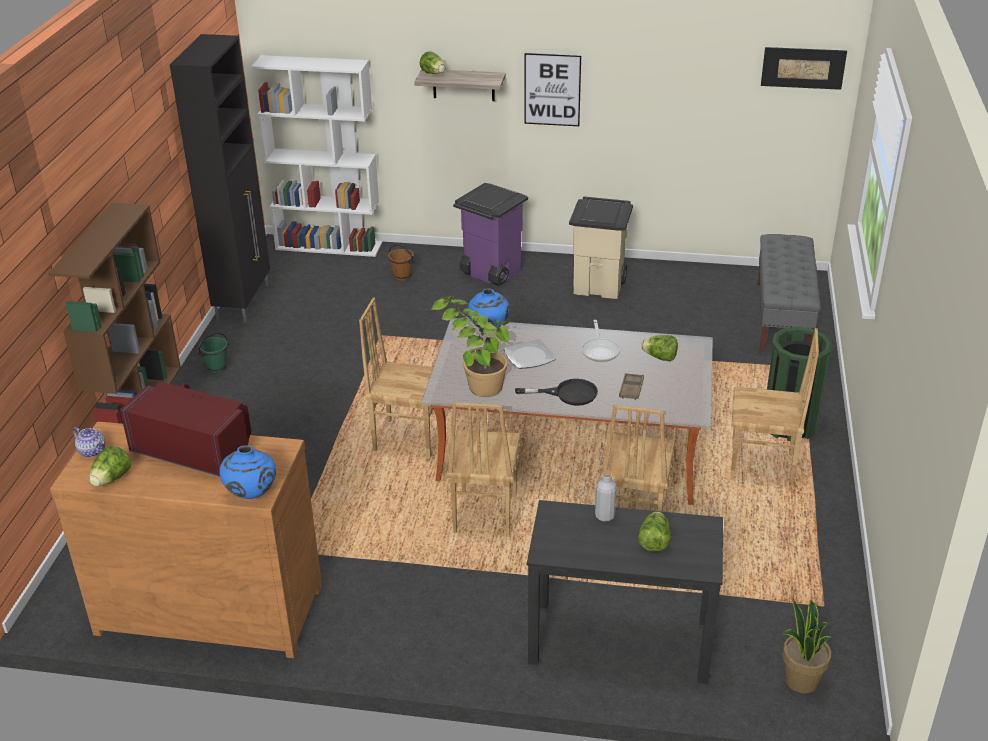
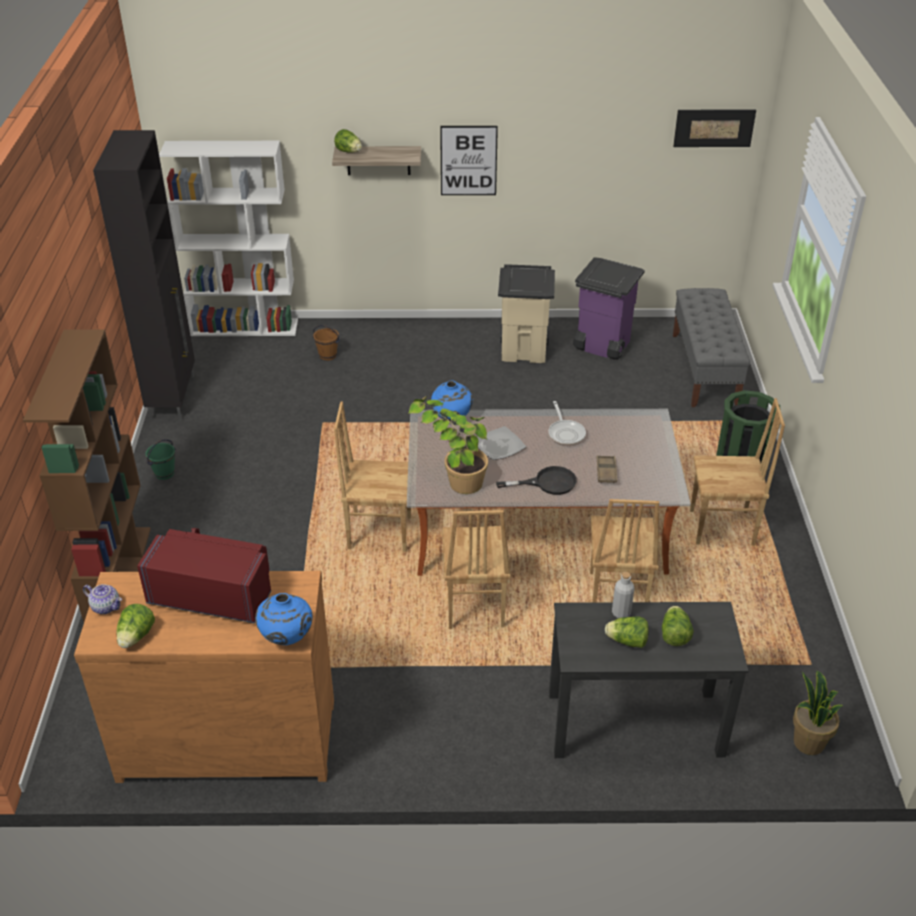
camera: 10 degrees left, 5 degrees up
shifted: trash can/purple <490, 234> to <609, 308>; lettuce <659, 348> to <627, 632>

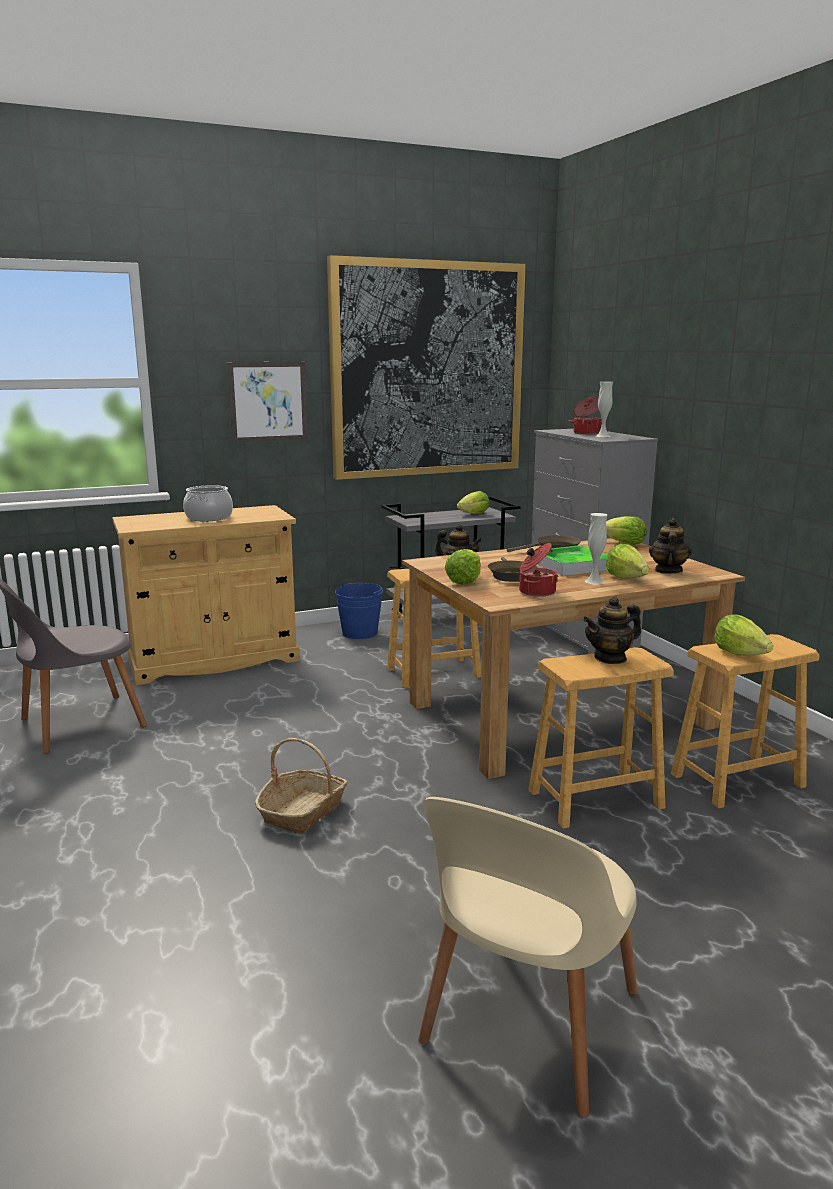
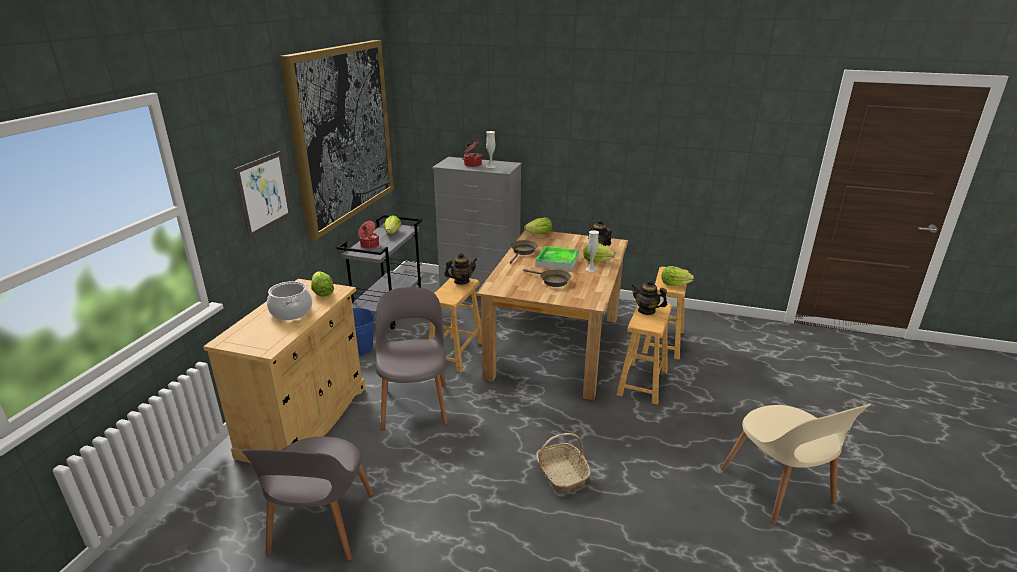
camera: 50 degrees left, 10 degrees up
new: chair/grey <412, 358>
shifted: cooking pot <538, 570> to <368, 235>; lettuce <463, 567> to <322, 284>
rotated: teapot <612, 630> = <649, 297> 105 degrees clockwise

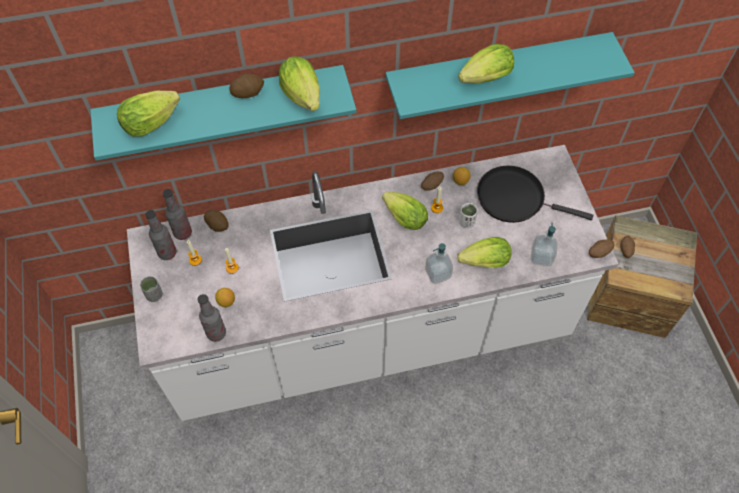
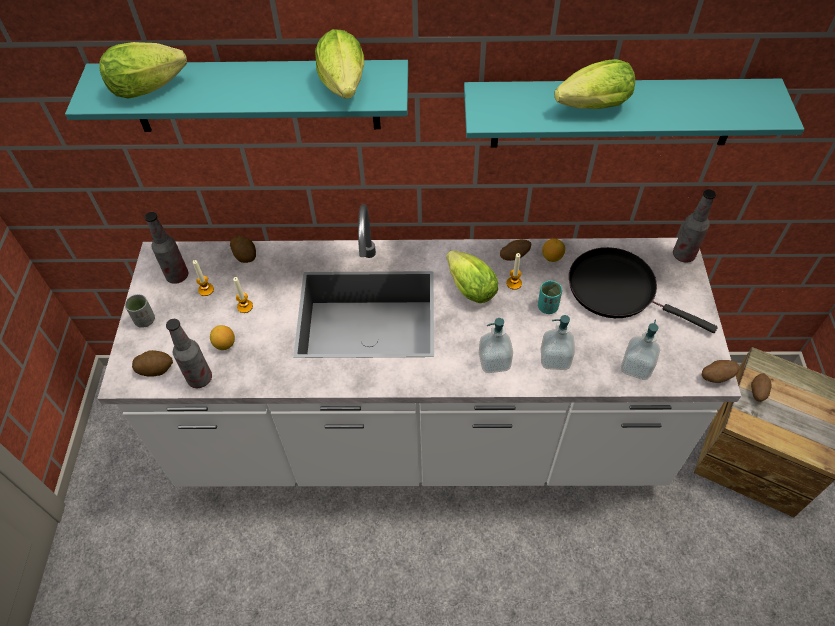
camera: 15 degrees right, 5 degrees down
shifted: potato <246, 86> to <152, 363>; bottle <177, 214> to <694, 226>
swapped: lettuce <484, 252> to soap dispenser <558, 342>
repainted: cup/white <468, 215> to cup/turquoise <550, 297>

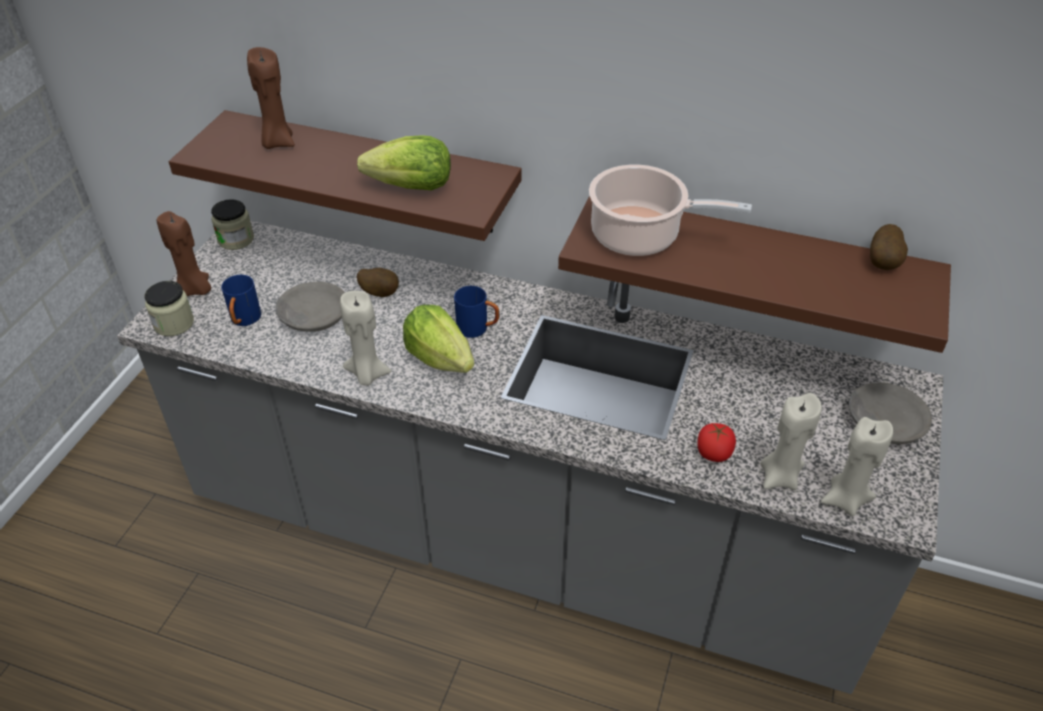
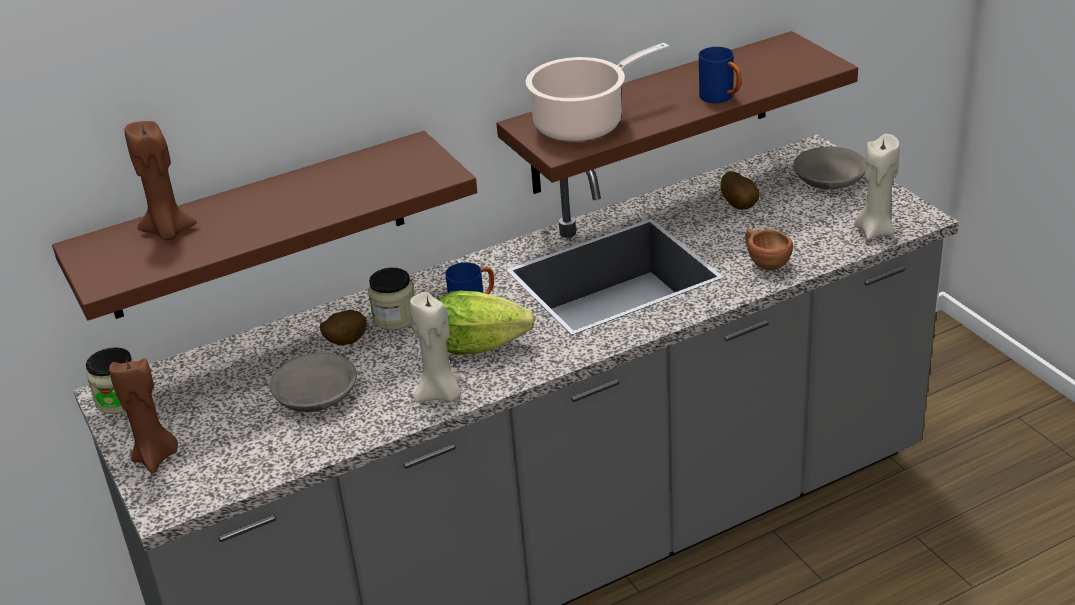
camera: 45 degrees left, 10 degrees down
gone: lettuce <404, 162>; candle/beige <791, 441>
shifted: potato <889, 247> to <740, 190>; mug/blue <241, 300> to <720, 75>; jar <169, 308> to <391, 299>
swapped: tomato <717, 442> to cup/brown <769, 249>

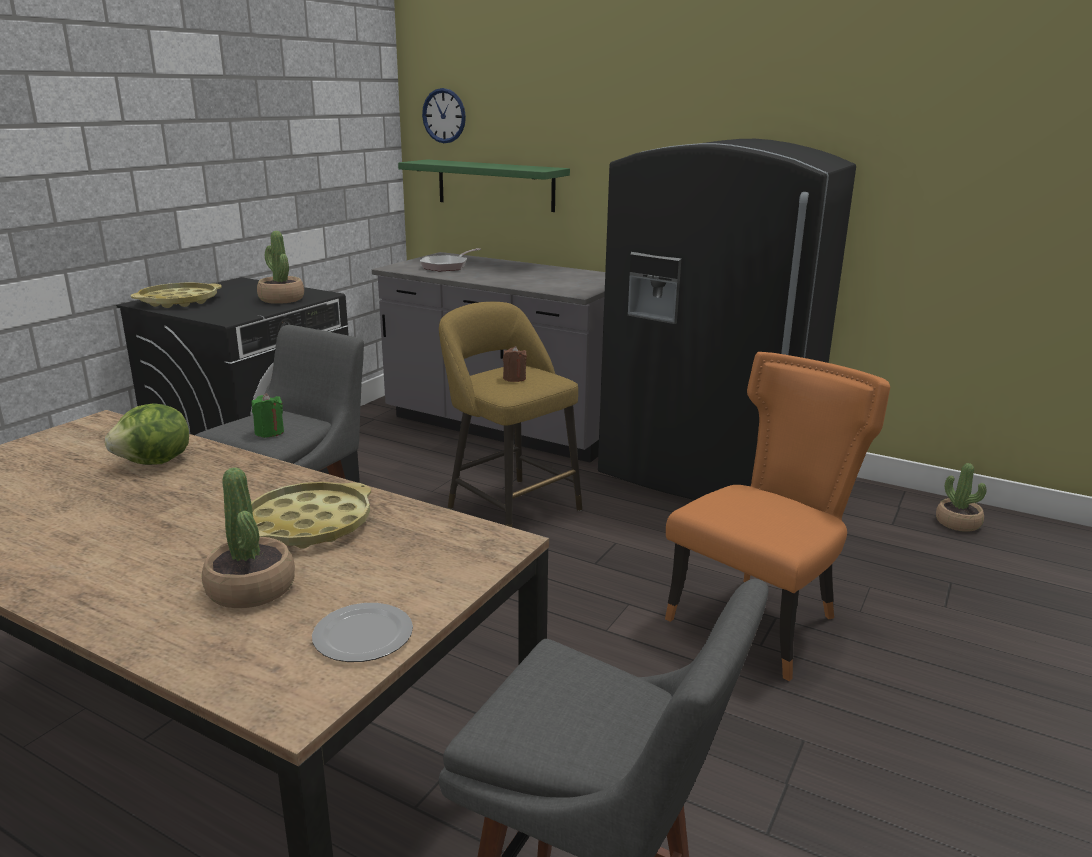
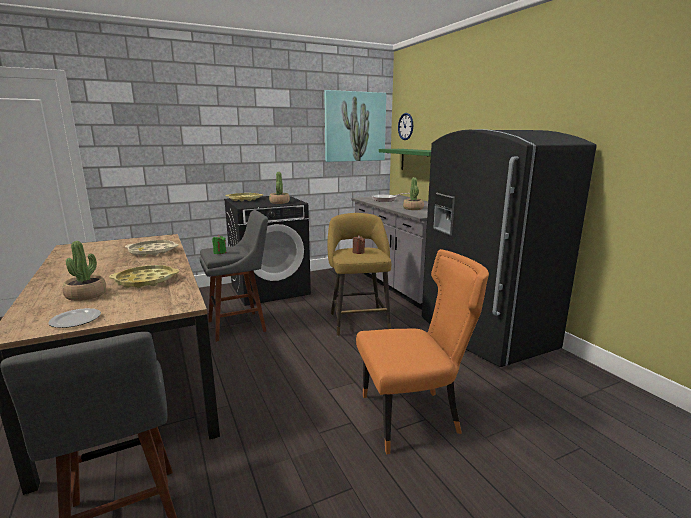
camera: 35 degrees right, 5 degrees down
new: picture <355, 126>
shifted: potted plant <961, 497> to <413, 193>
swapped: lettuce <147, 434> to tray/beige <151, 248>

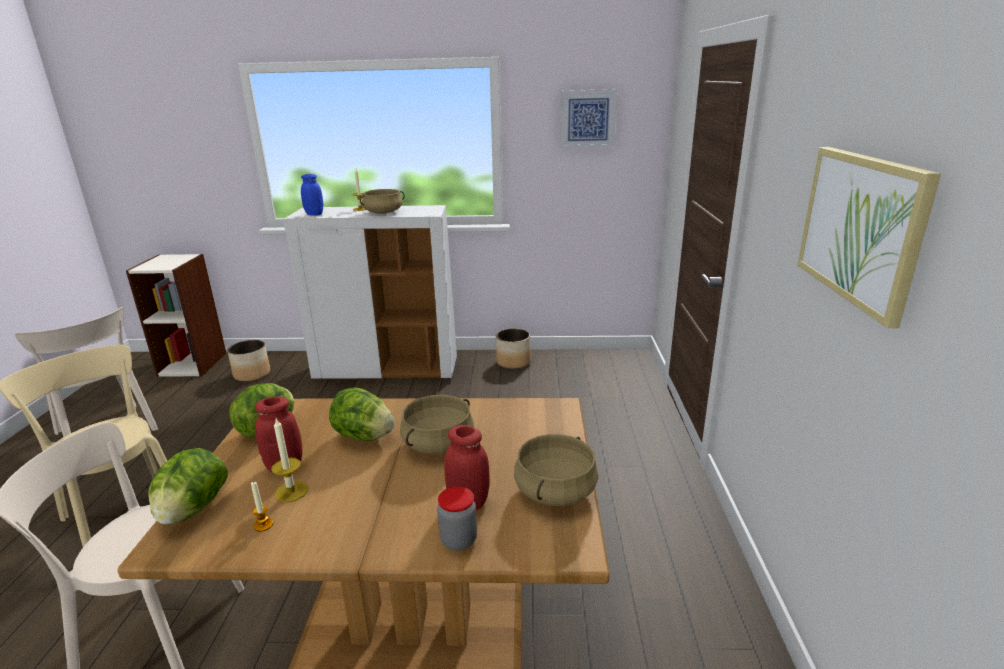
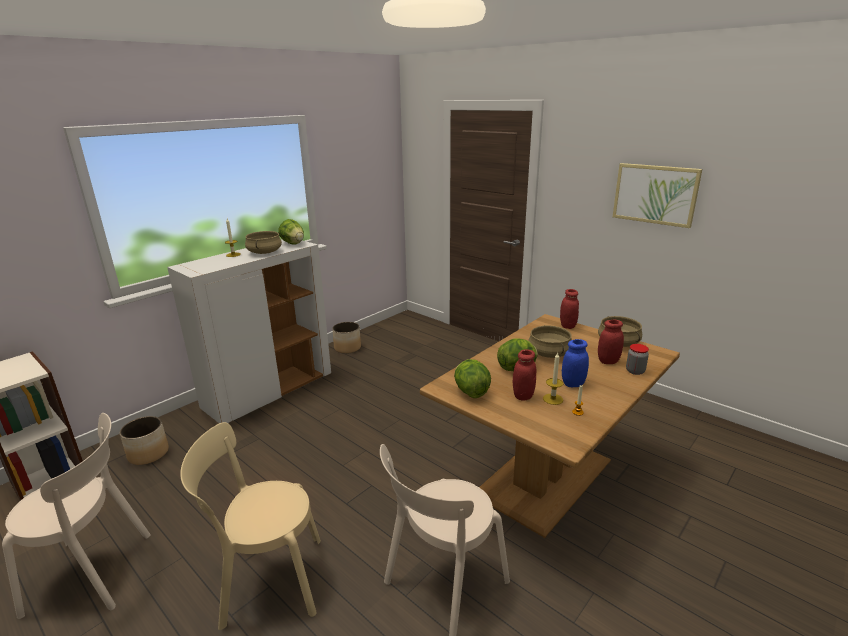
camera: 50 degrees left, 0 degrees up
gone: picture <588, 119>
new: jar/red <569, 309>
shifted: jar/blue <312, 195> to <575, 363>; lettuce <188, 486> to <291, 232>

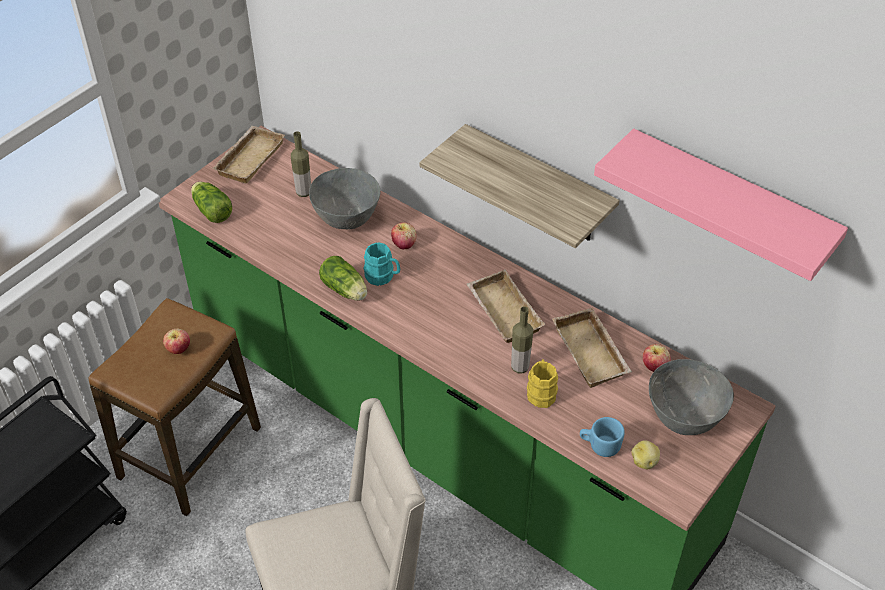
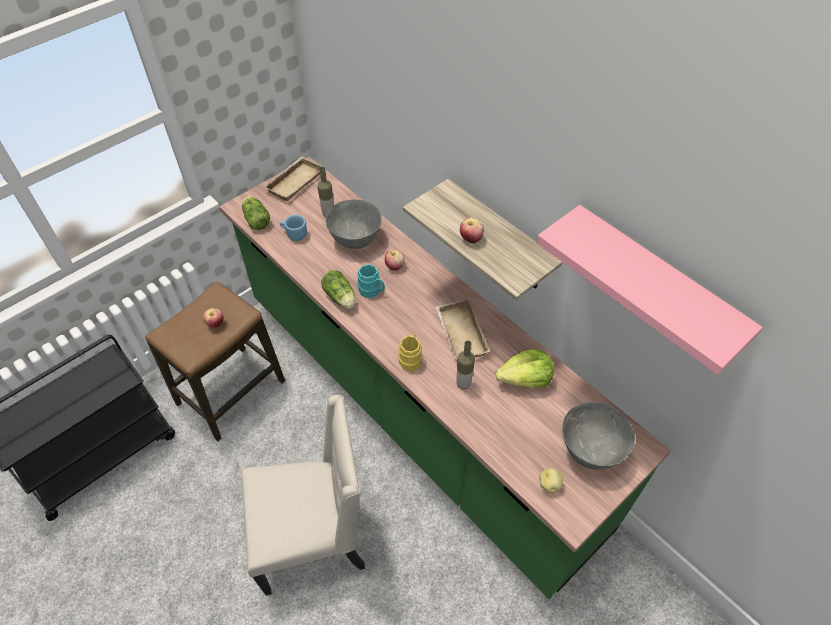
camera: 10 degrees right, 5 degrees up
shifted: apple <657, 358> to <472, 230>; mug/yellow <542, 383> to <410, 353>; mug/blue <602, 437> to <293, 228>
swapped: tray/beige <592, 347> to lettuce <525, 368>

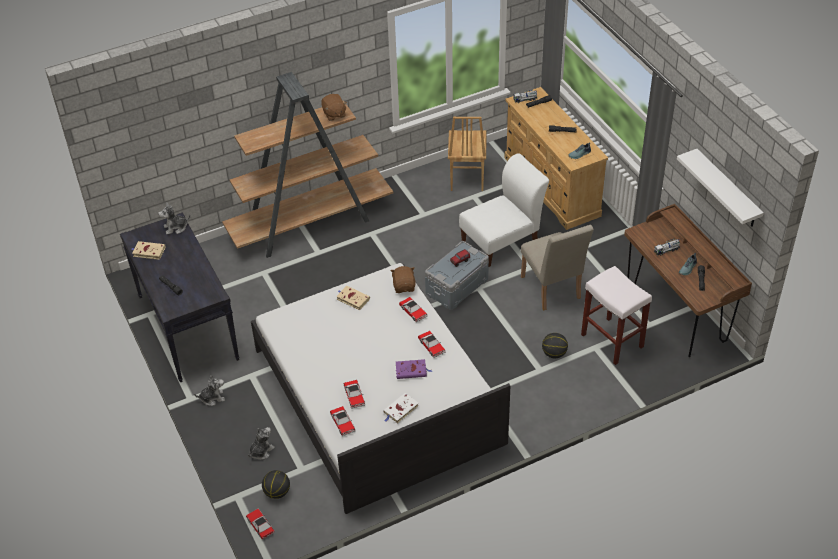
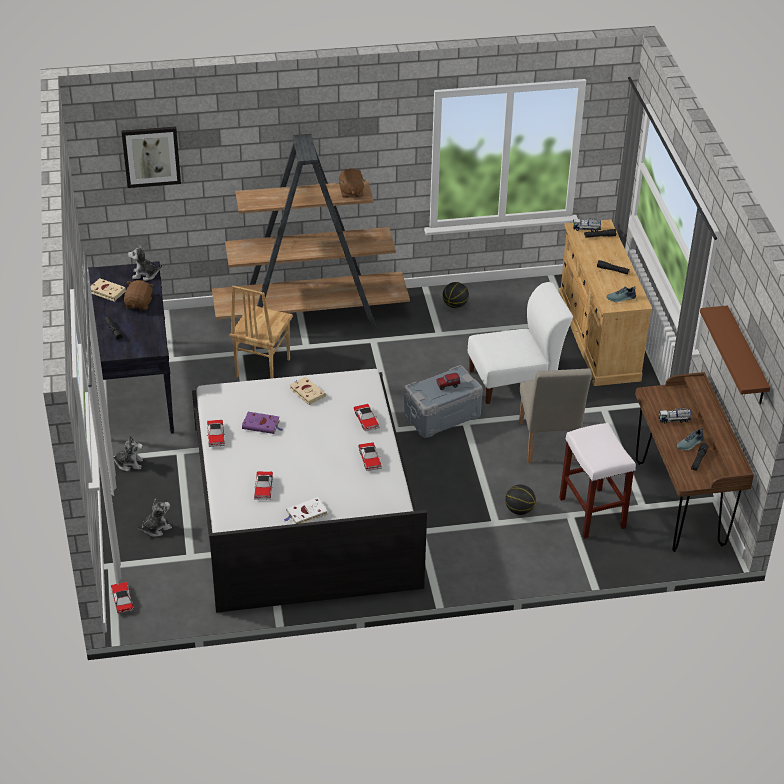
camera: 15 degrees right, 5 degrees down
new: picture <151, 157>
shifted: chair/brown <467, 154> to <261, 332>; plush toy/brown <403, 279> to <138, 295>; book/purple <414, 369> to <262, 423>; toy car <343, 421> to <216, 433>; basketball <276, 484> to <456, 295>
repainted: shelf/white <720, 188> to shelf/brown <735, 354>

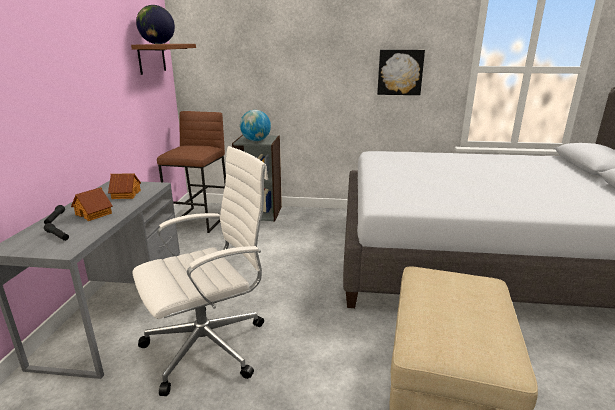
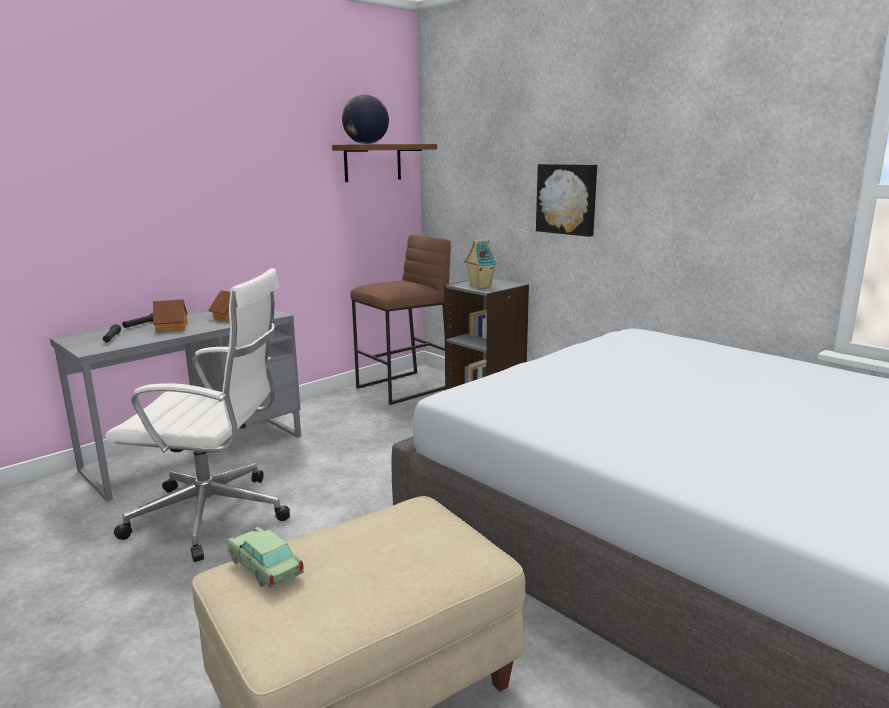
camera: 40 degrees right, 5 degrees down
new: toy car <265, 557>
shifted: picture <401, 72> to <566, 200>
swapped: globe <255, 125> to toy house <481, 263>

